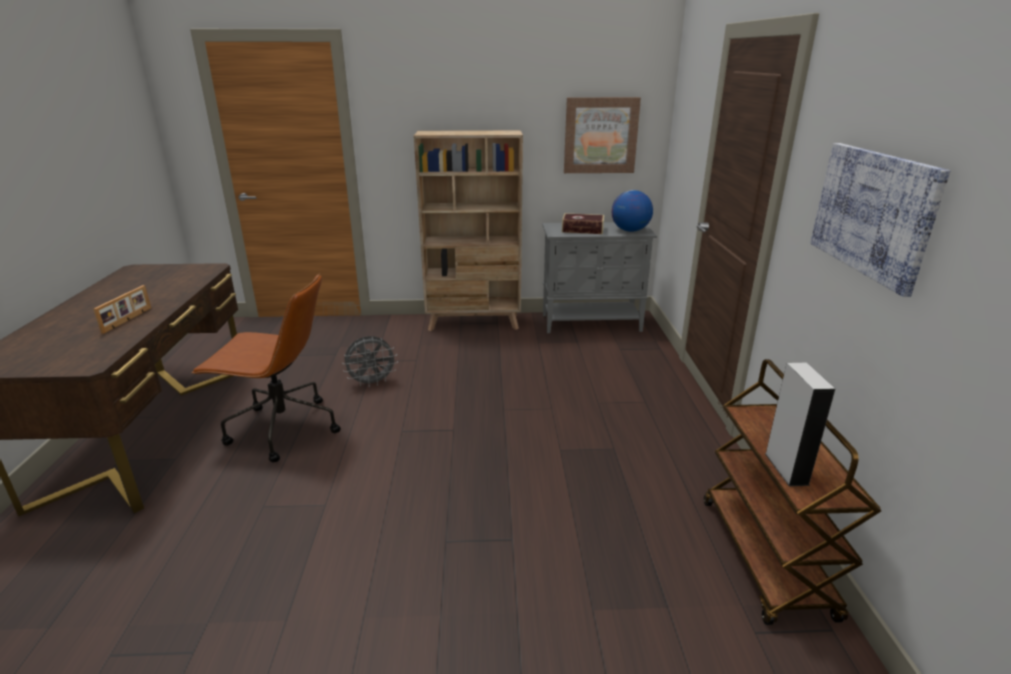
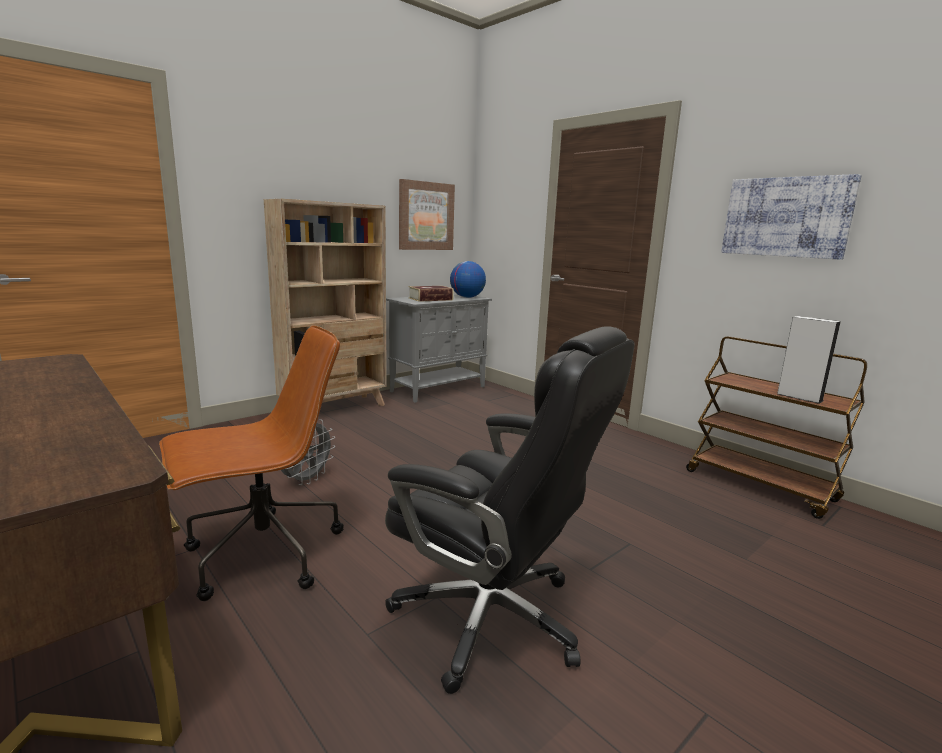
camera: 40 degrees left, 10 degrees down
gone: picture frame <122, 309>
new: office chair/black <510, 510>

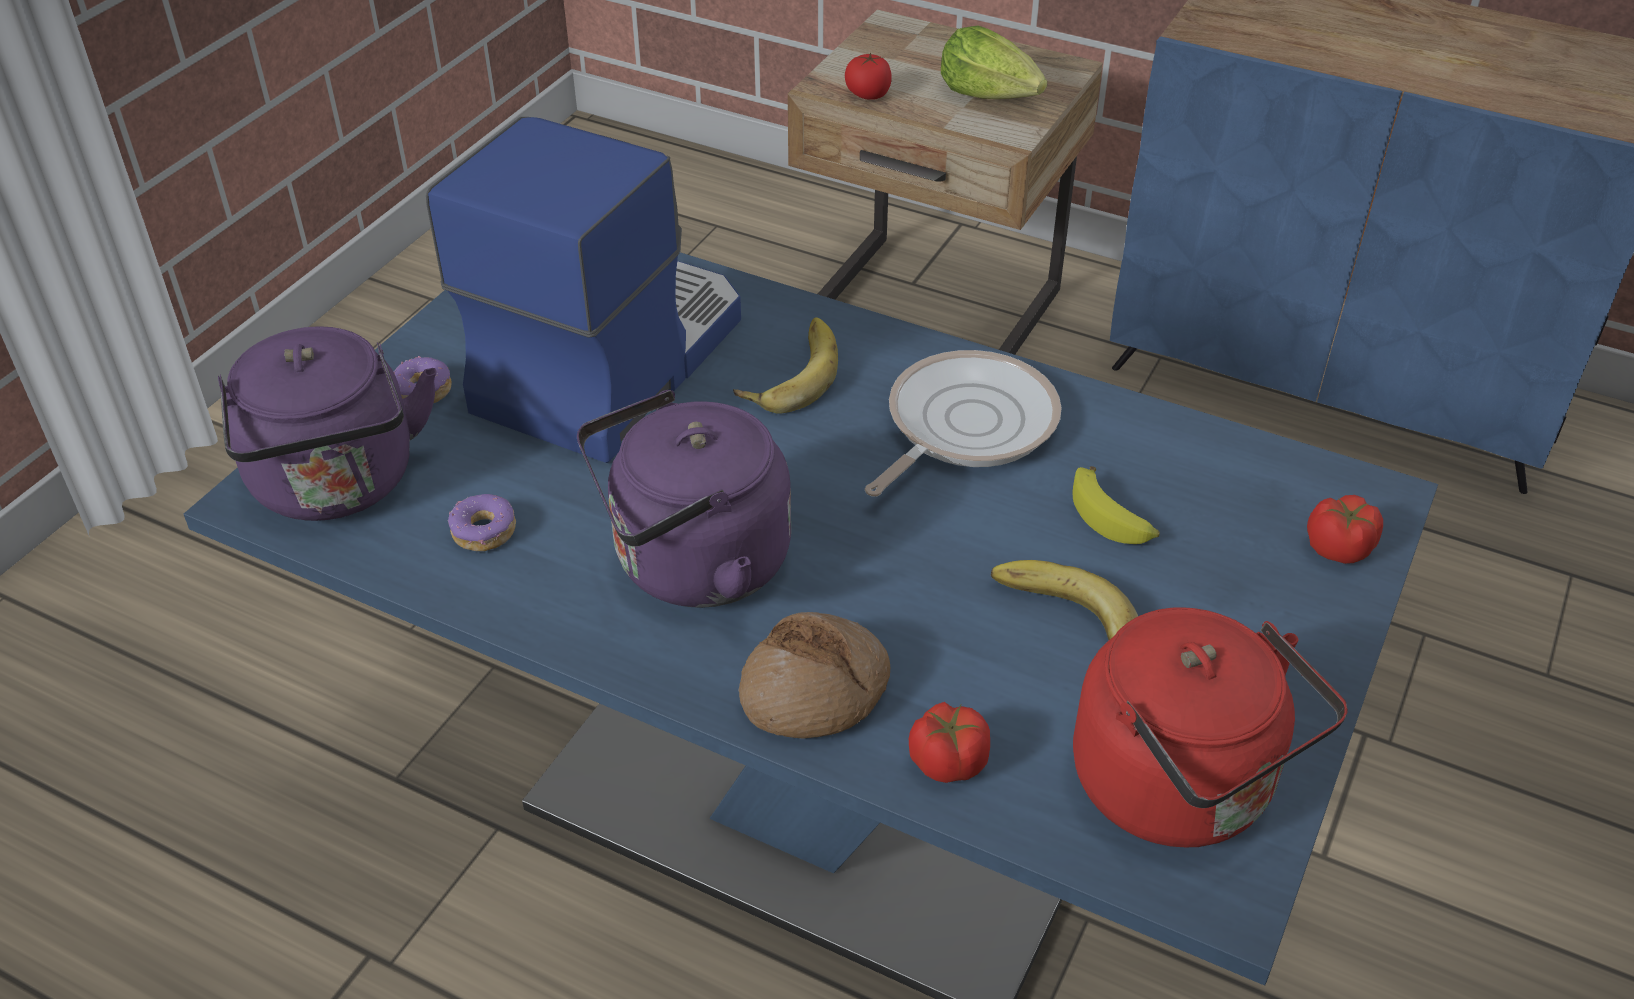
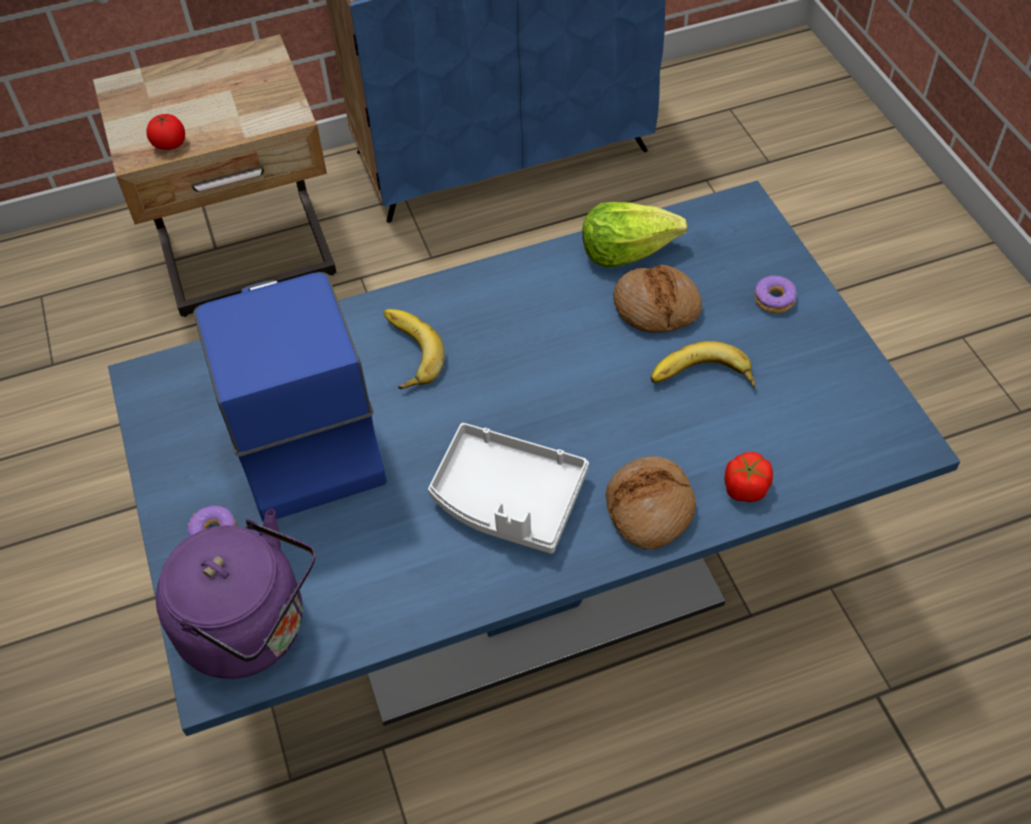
camera: 45 degrees left, 10 degrees up
gone: frying pan <963, 423>; tomato <1345, 529>; kettle/red <1210, 727>
shifted: lettuce <994, 62> to <635, 234>; donut <482, 522> to <775, 294>
swapped: kettle/purple <684, 499> to tray/grey <508, 488>; banana <1116, 505> to bread <657, 299>

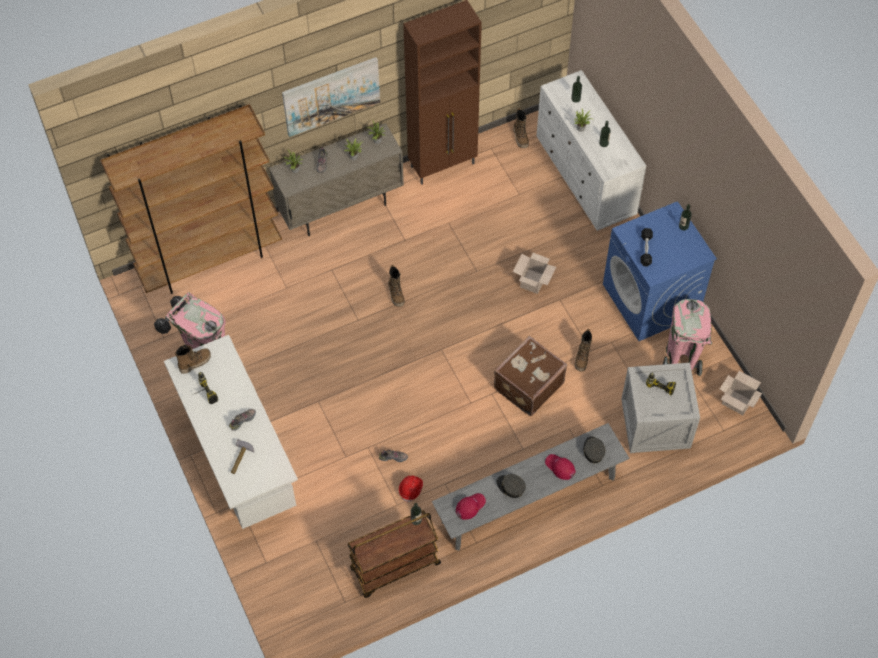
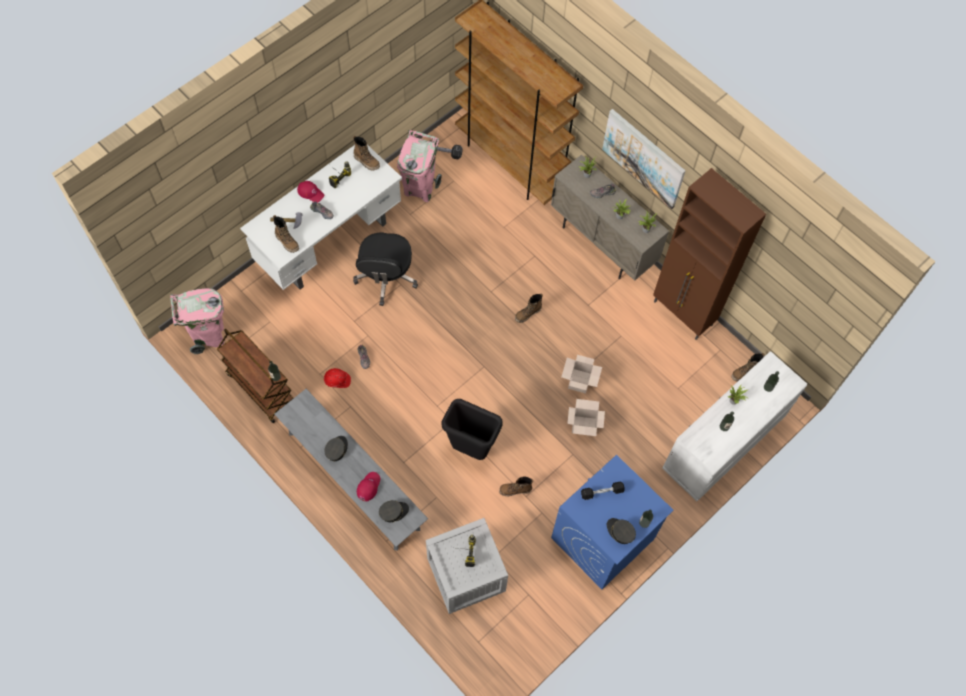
camera: 70 degrees right, 5 degrees up
new: boot <286, 234>; office chair/black <385, 269>; cap/grey <621, 531>
shifted: trash can/pink <687, 337> to <197, 321>; cardboard box <741, 393> to <582, 374>; cap/red <471, 506> to <310, 192>
swapped: suitcase/brown <530, 376> to trash can/black <472, 429>

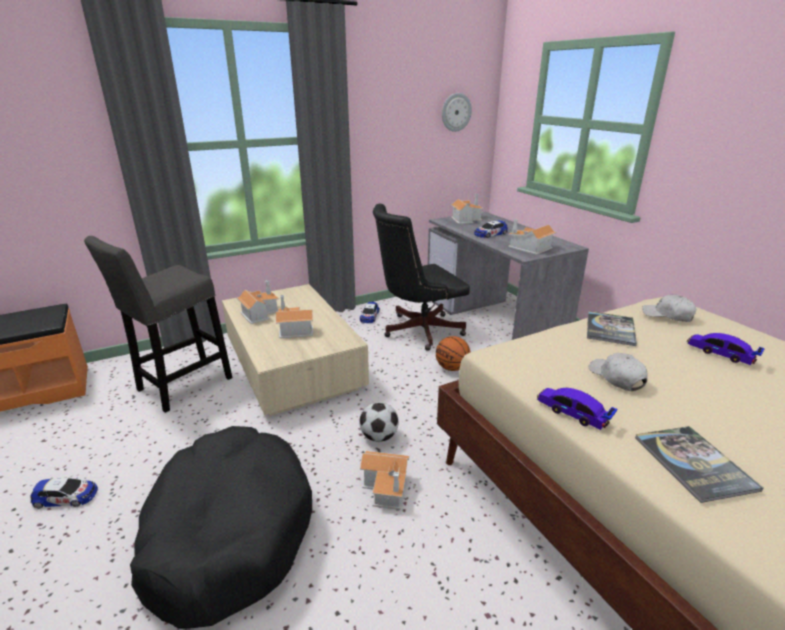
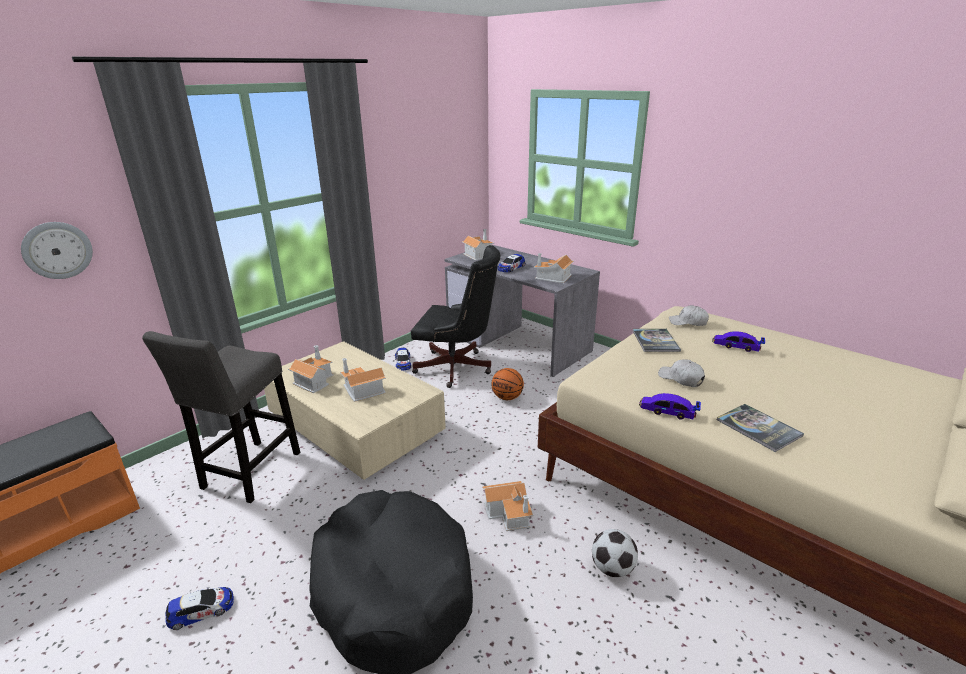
camera: 20 degrees left, 0 degrees up
shifted: wall clock <457, 112> to <57, 250>; football <379, 422> to <615, 553>
rotated: office chair/black <421, 277> = <456, 316> 120 degrees counterclockwise

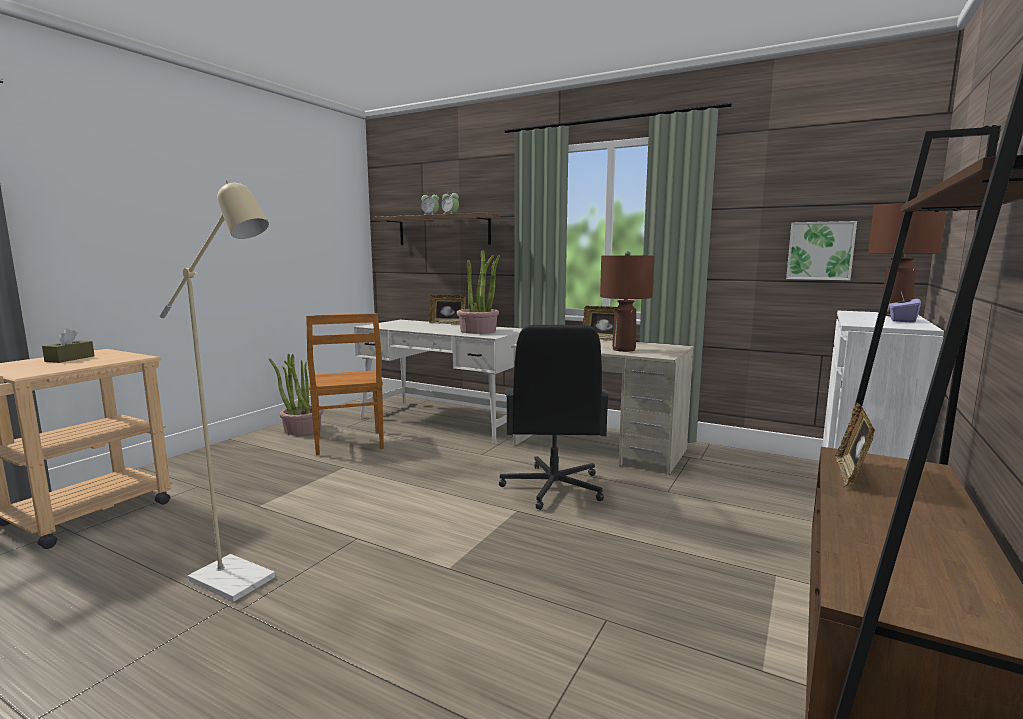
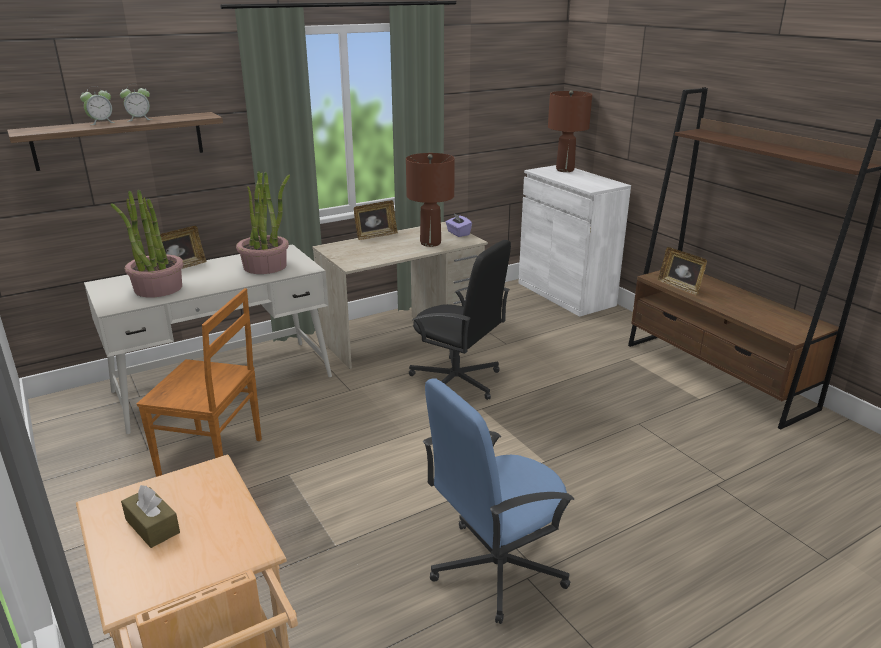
camera: 60 degrees left, 15 degrees up
gone: picture <821, 250>
shifted: tissue box/purple <905, 307> to <459, 225>; potted plant <296, 394> to <147, 243>
swapped: floor lamp/beige <217, 391> to office chair/blue <498, 501>

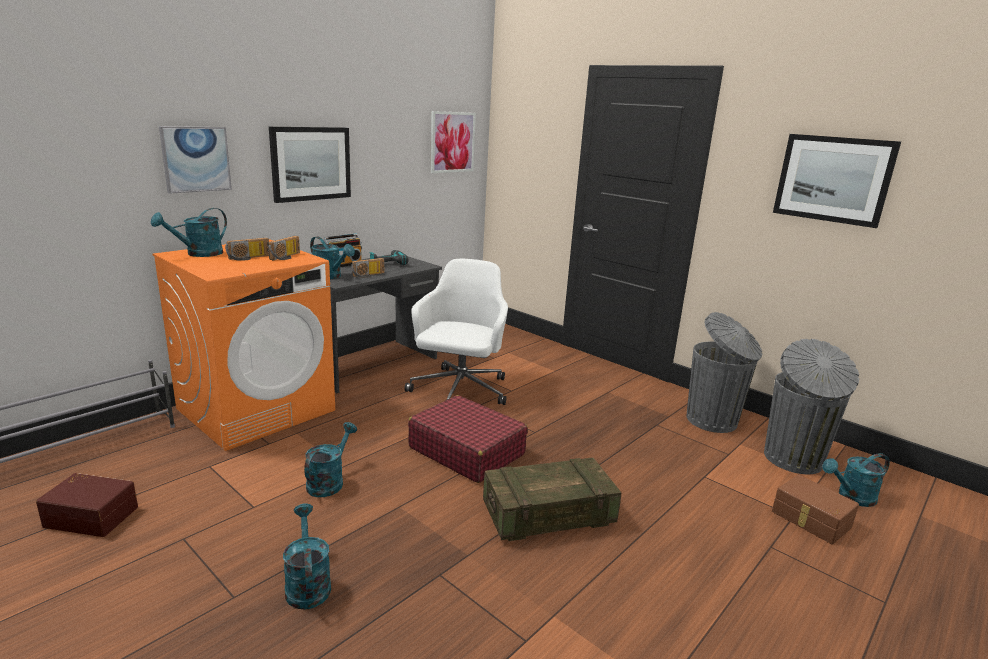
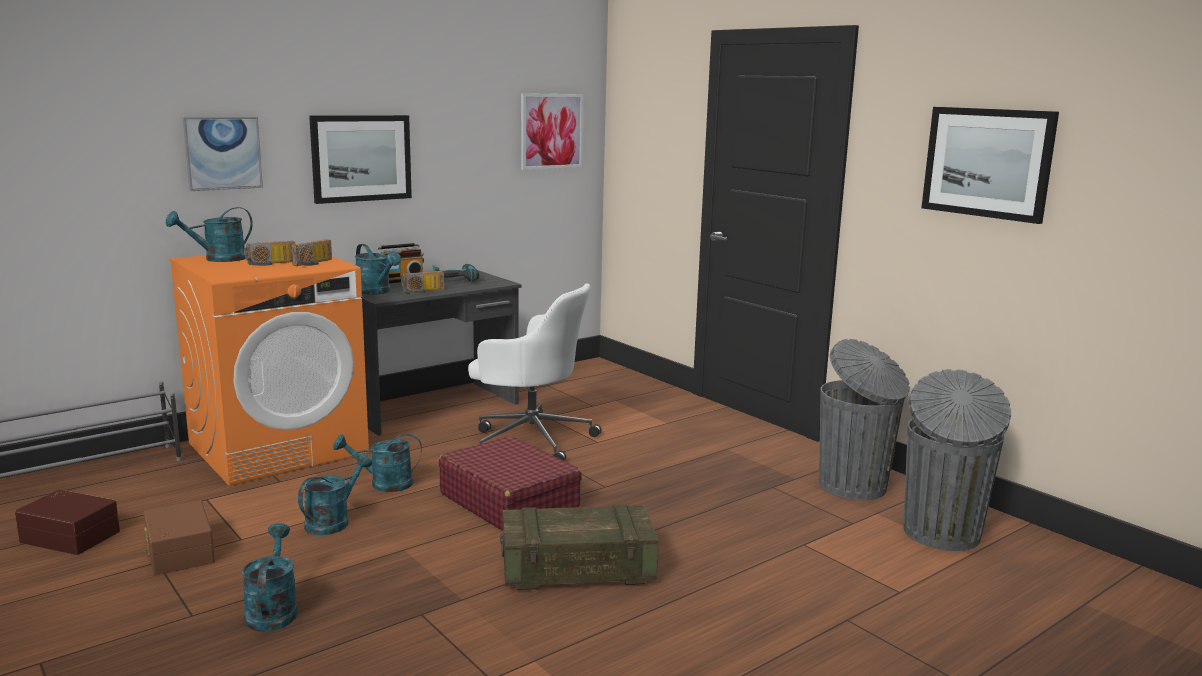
camera: 10 degrees right, 5 degrees down
shifted: watering can/turquoise <856, 480> to <377, 463>; storage box/brown <815, 509> to <179, 537>
rotated: office chair/white <456, 332> = <534, 372> 90 degrees clockwise

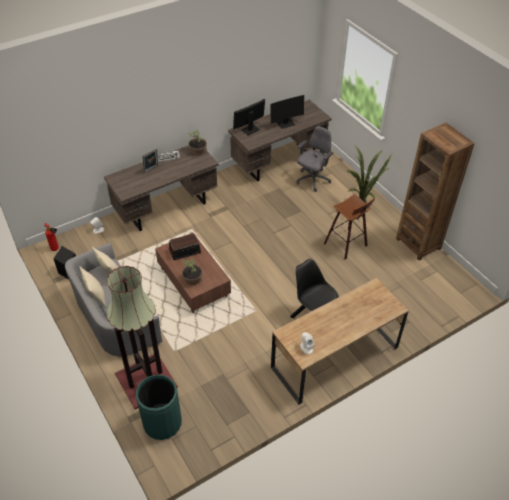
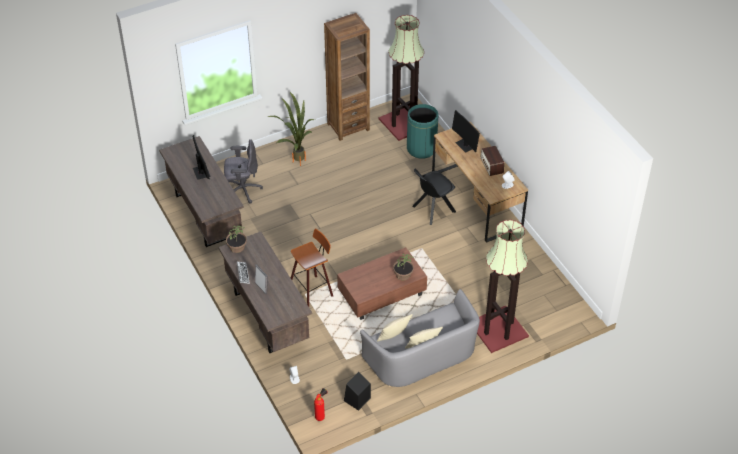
camera: 85 degrees left, 0 degrees up
new: floor lamp <401, 78>
shifted: monitor <249, 117> to <466, 131>; stool <349, 226> to <312, 267>; radio <185, 247> to <492, 161>; trash can/green <159, 407> to <423, 131>
rotated: office chair/grey <315, 159> = <243, 171> 135 degrees clockwise

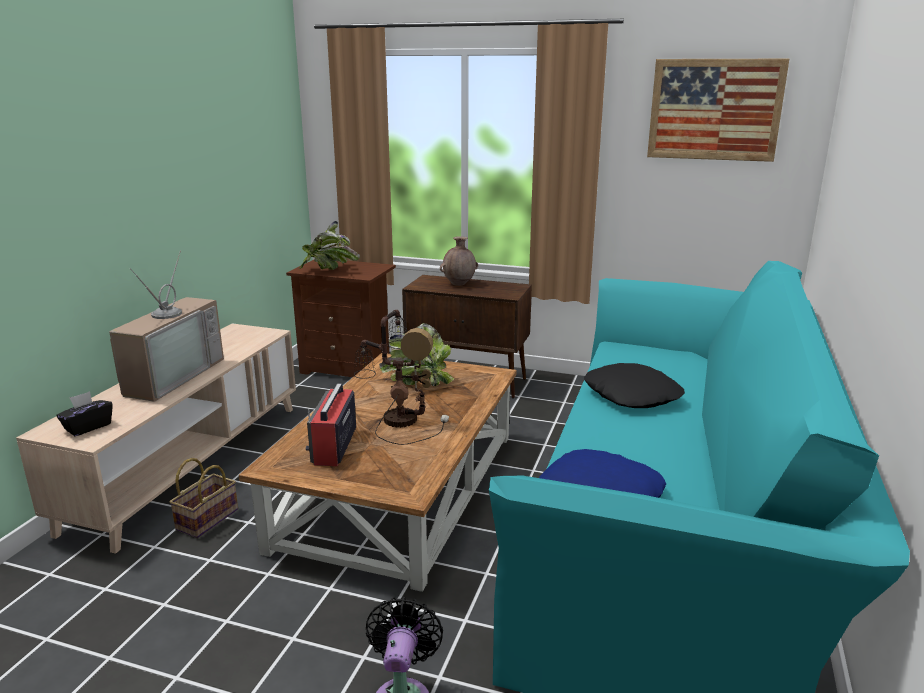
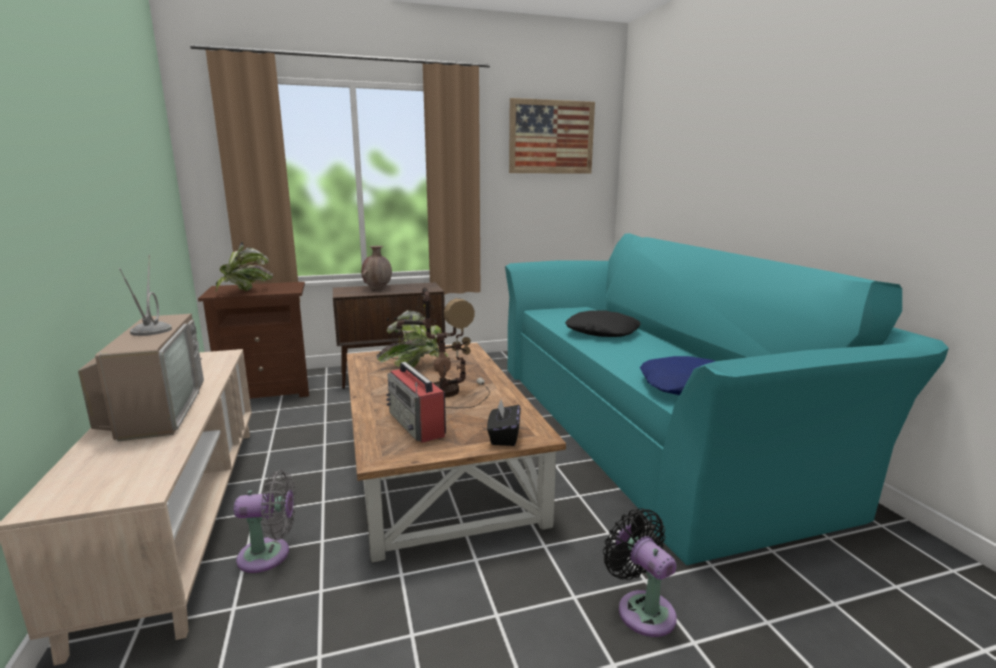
camera: 35 degrees left, 5 degrees down
shifted: tissue box/black <84, 413> to <504, 423>
swapped: basket <204, 498> to fan/grey <265, 521>

